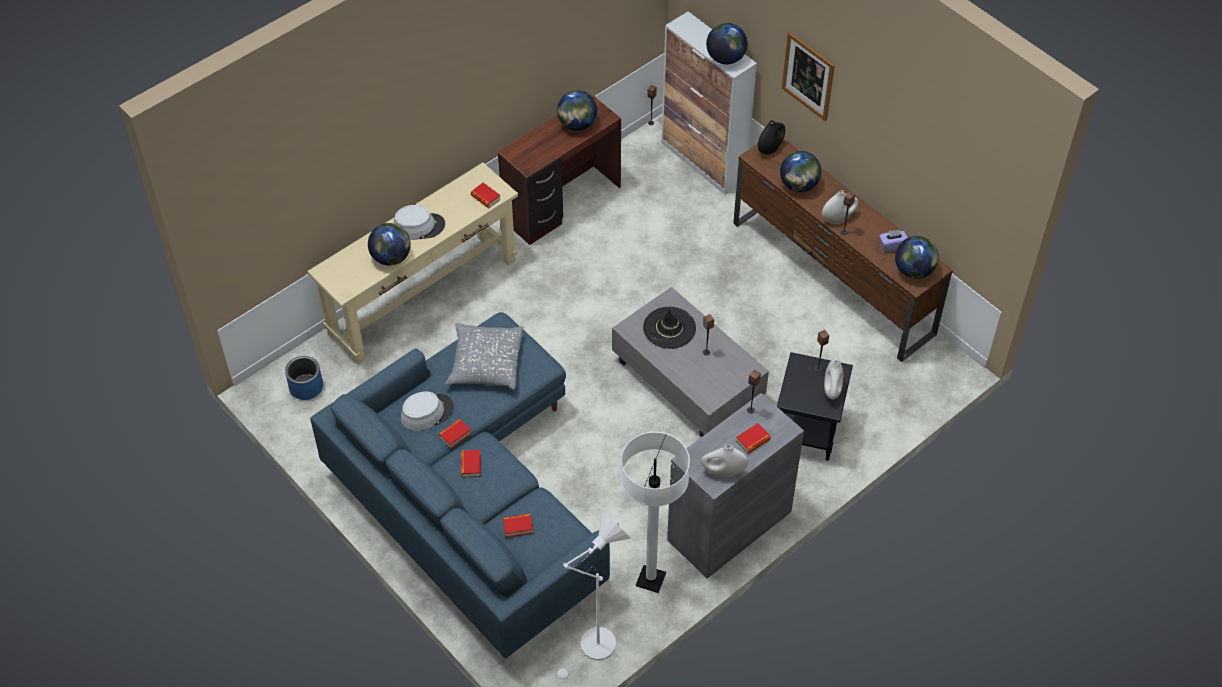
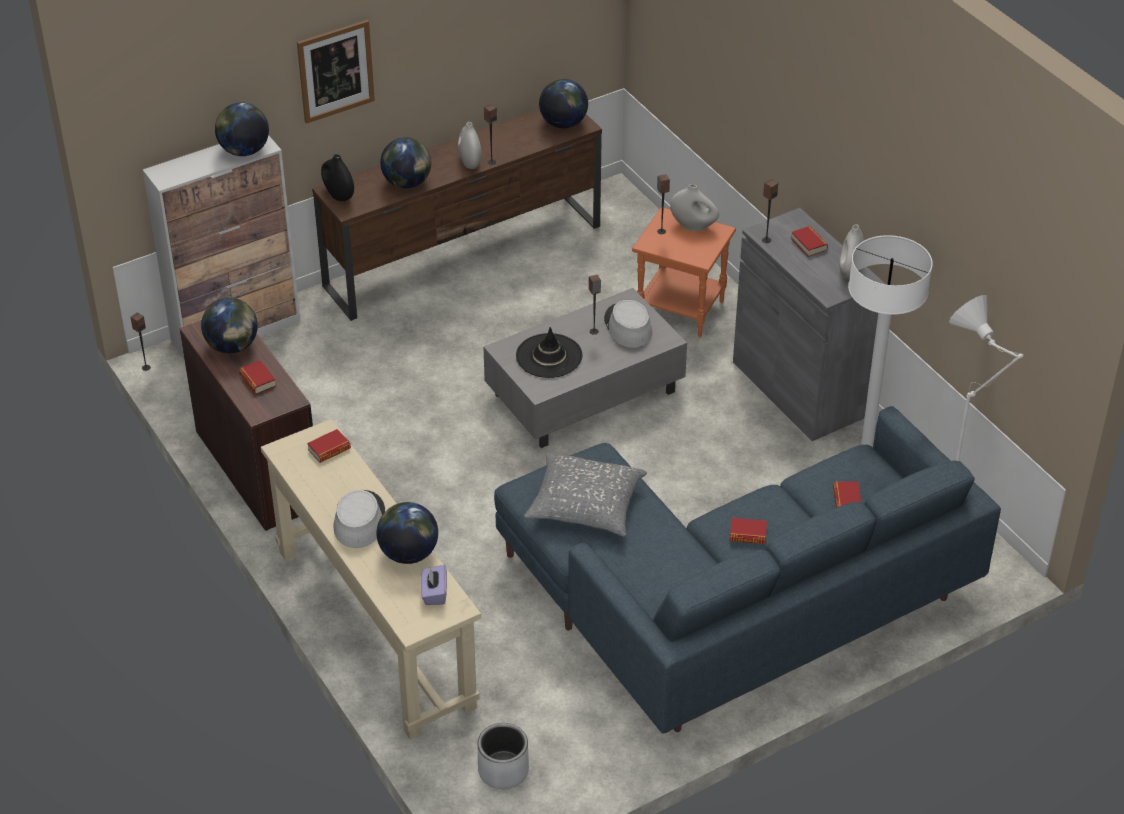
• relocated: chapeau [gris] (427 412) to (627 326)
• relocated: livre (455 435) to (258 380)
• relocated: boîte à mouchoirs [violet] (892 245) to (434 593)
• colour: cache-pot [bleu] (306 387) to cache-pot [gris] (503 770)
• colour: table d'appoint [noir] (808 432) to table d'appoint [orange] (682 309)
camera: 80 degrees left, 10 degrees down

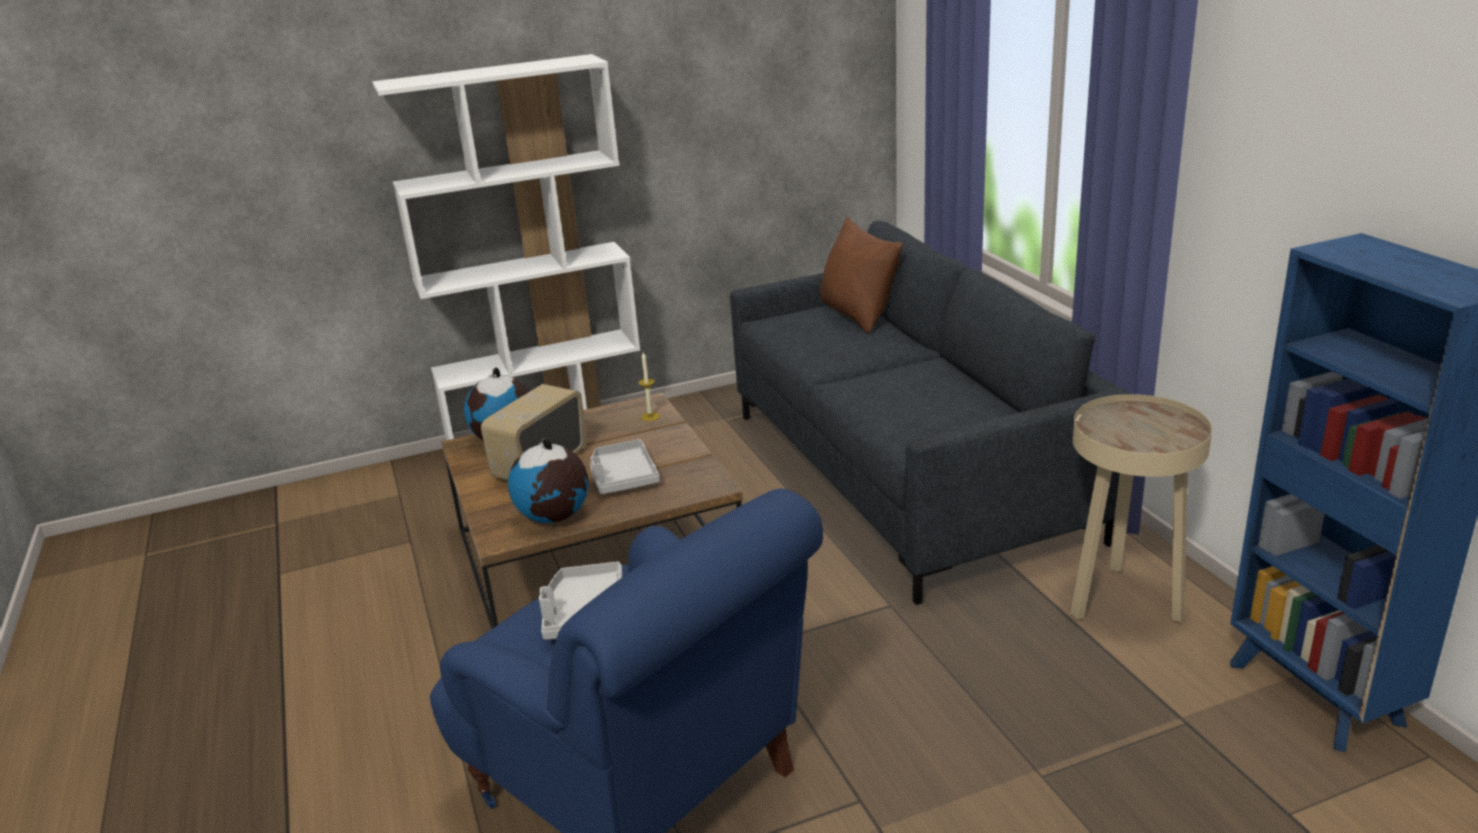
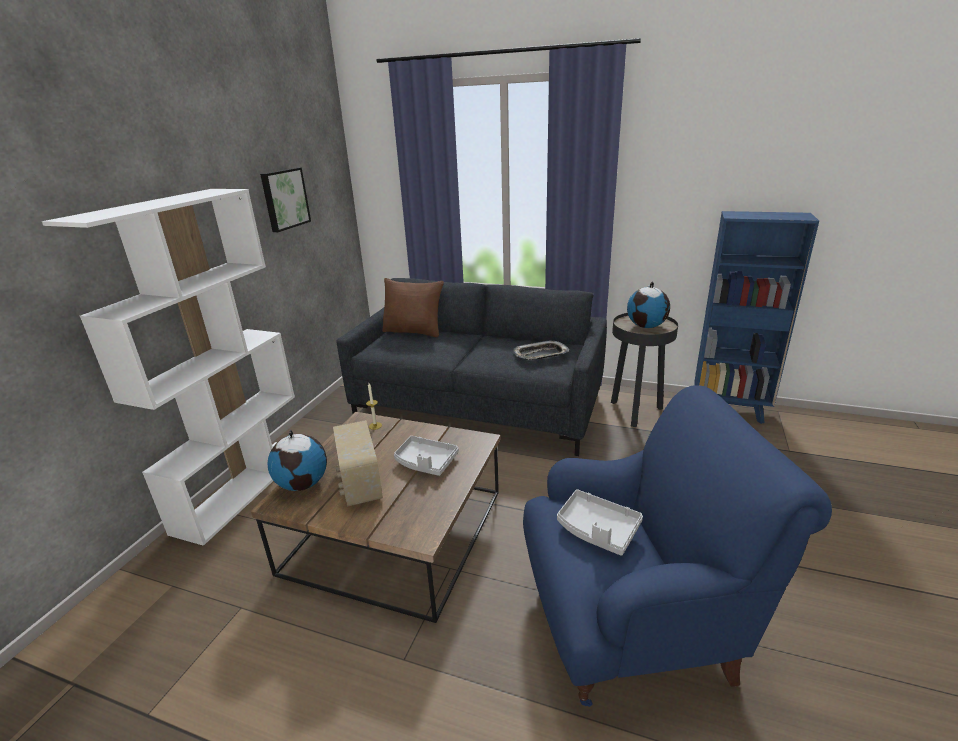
• appeared: tableau (284 199)
• appeared: plateau (540 355)
• relocated: globe (554 517) to (646 326)
• colour: table d'appoint [beige] (1123 602) to table d'appoint [noir] (635 412)
camera: 50 degrees left, 0 degrees up

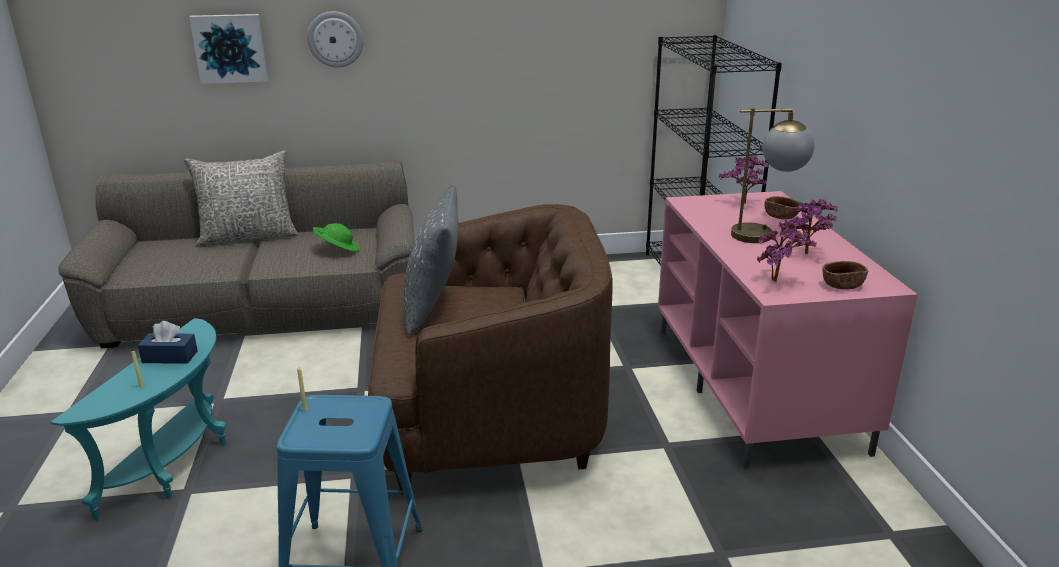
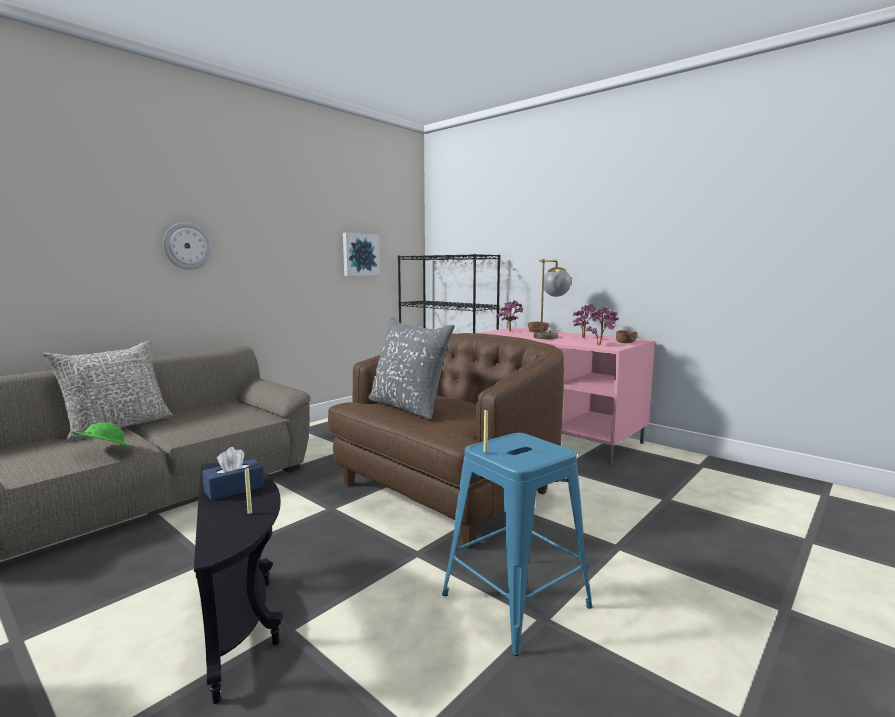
• relocated: tableau (230 48) to (360 254)
• relocated: chapeau [vert] (337 250) to (104 452)
• colour: table d'appoint [turquoise] (176 465) to table d'appoint [noir] (241 618)
camera: 40 degrees left, 15 degrees down

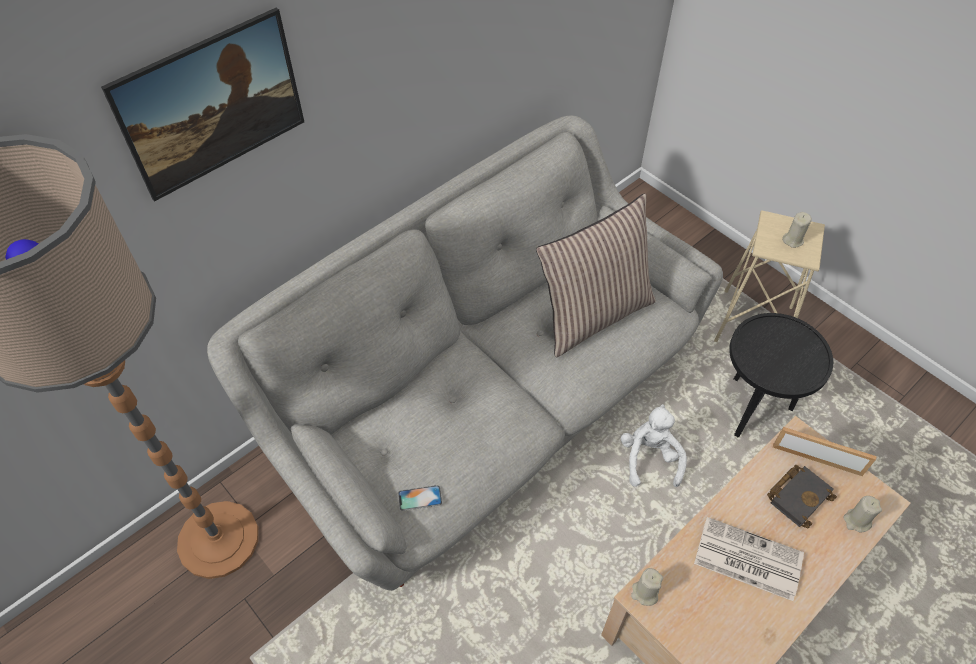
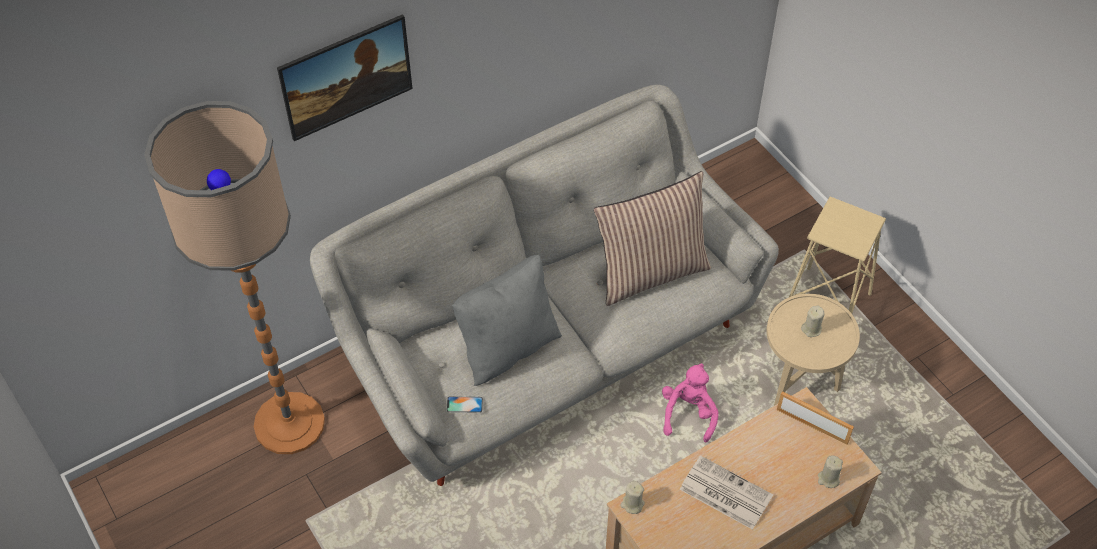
• missing: livre [noir] (798 495)
• appeared: coussin [gris] (507 347)
• relocated: bougie [beige] (793 240) to (811 329)
• colour: peluche [blanc] (649 458) to peluche [rose] (688 413)
• colour: table d'appoint [noir] (751 411) to table d'appoint [beige] (798 387)
camera: 10 degrees right, 0 degrees up

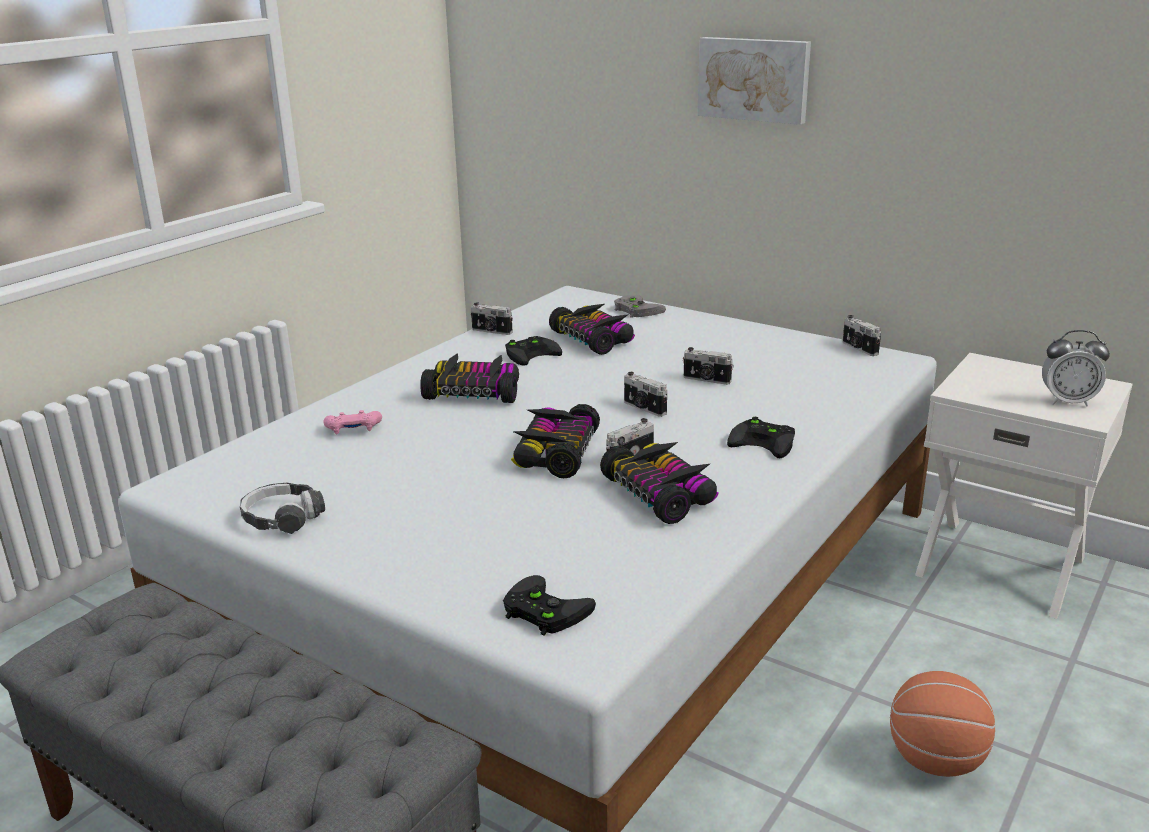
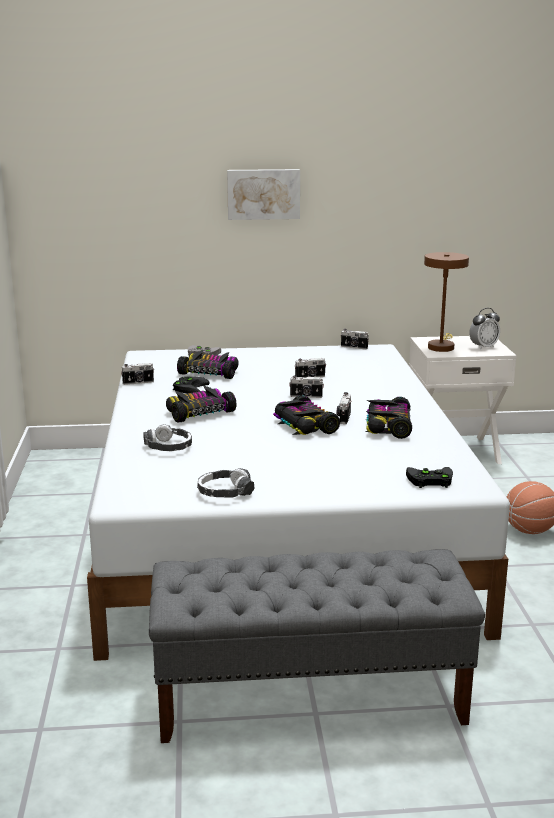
• missing: manette [noir] (766 442)
• appeared: lampe de table [marron] (441 346)
• exchanged: manette [rose] (353 429) to casque audio (168 447)
• spun: petite voiture (661 494) = (387 426) 105 degrees counterclockwise
camera: 40 degrees left, 5 degrees down

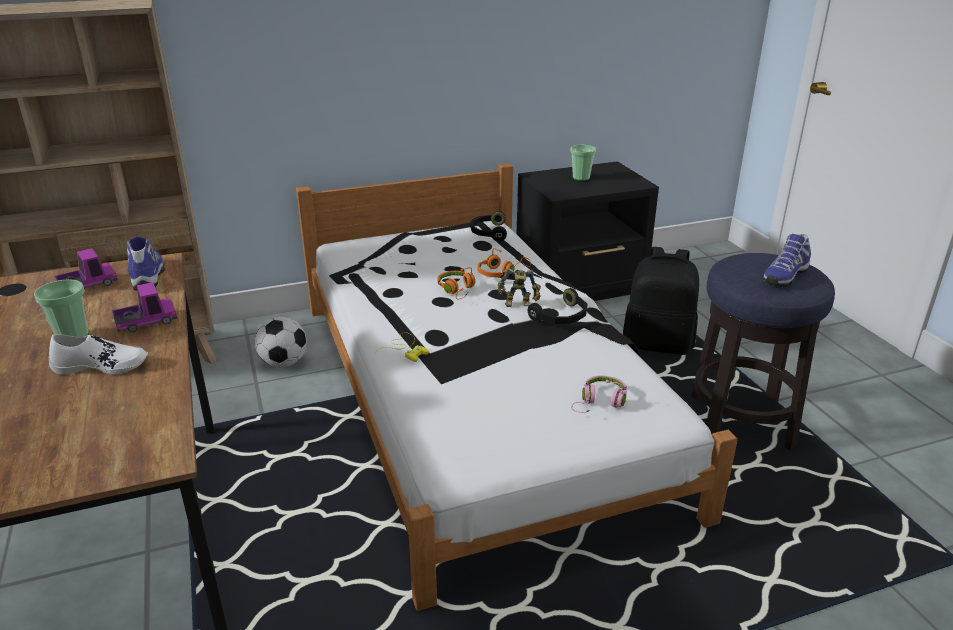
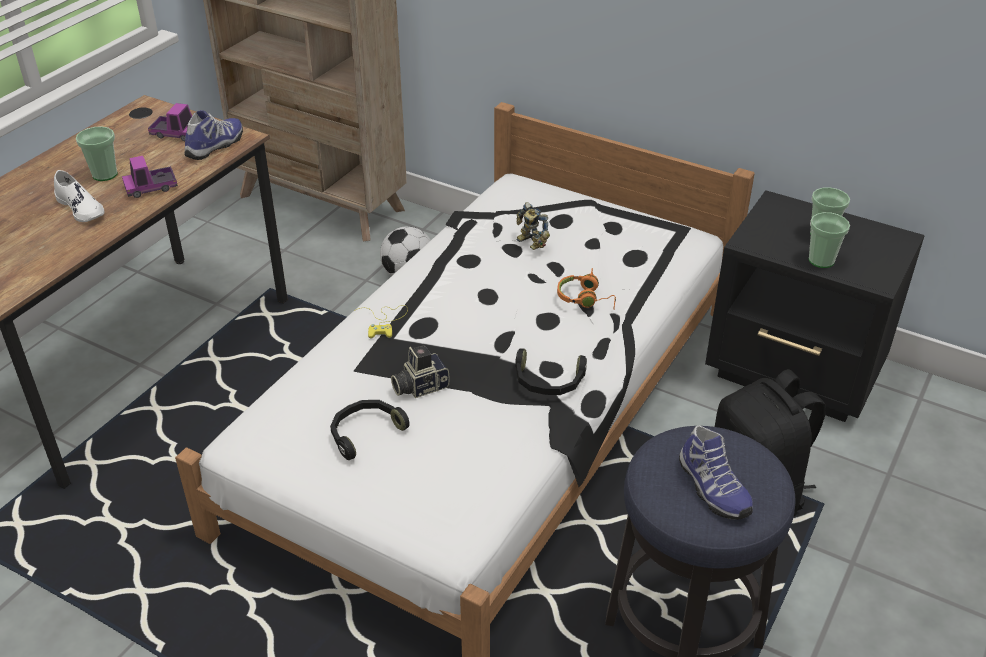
• missing: casque audio [orange] (457 290)
• missing: casque audio [rose] (600 402)
• appeared: appareil photo (419 386)
• appeared: tasse (821 260)
• relocated: casque audio [noir] (488 232) to (365 432)
• relocated: robot jouet (518 304) to (529 243)
• spun: camion jouet (146 322) = (151 188) 135 degrees clockwise
• spun: chaussure (784 276) = (711 488) 120 degrees counterclockwise
camera: 50 degrees right, 10 degrees up

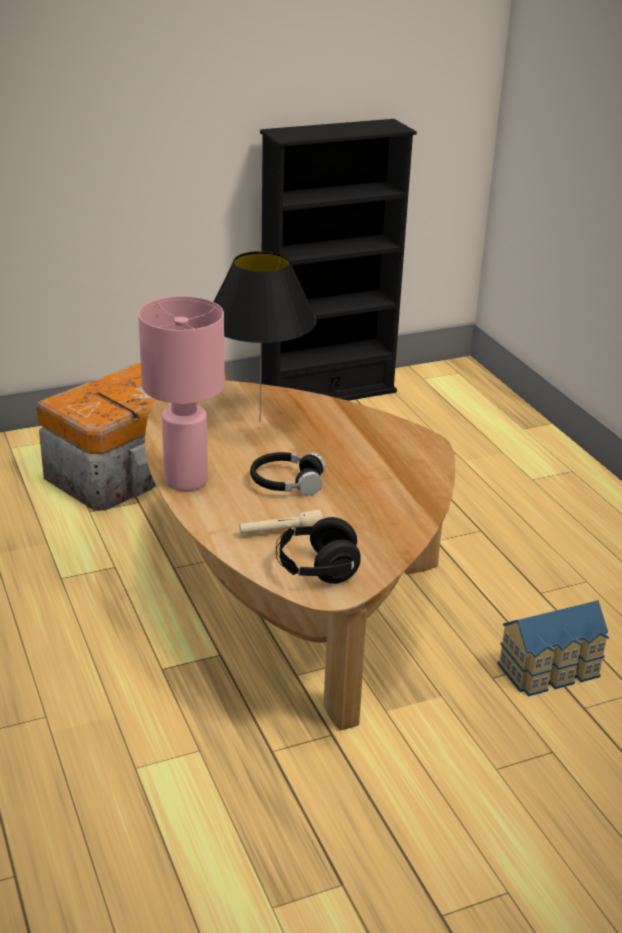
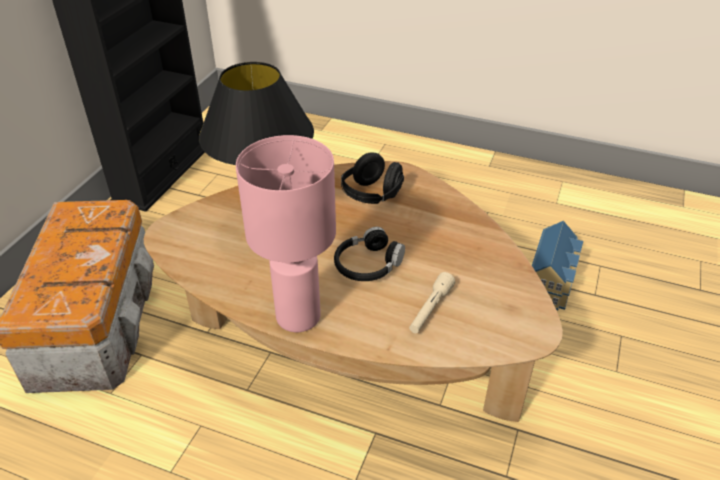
• relocated: casque audio [noir] (316 570) to (372 195)
camera: 45 degrees left, 10 degrees up

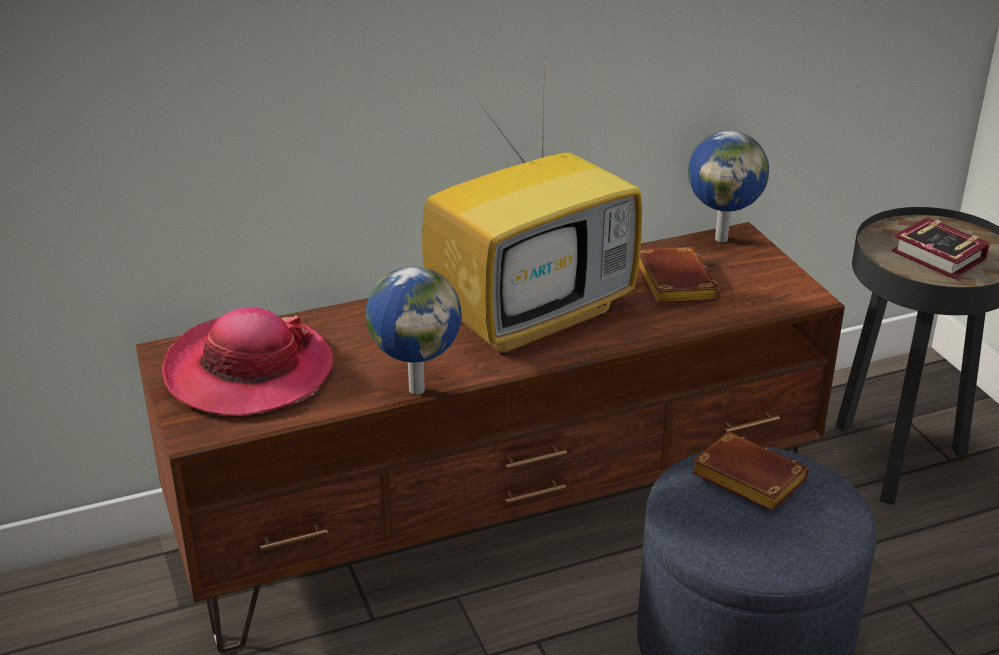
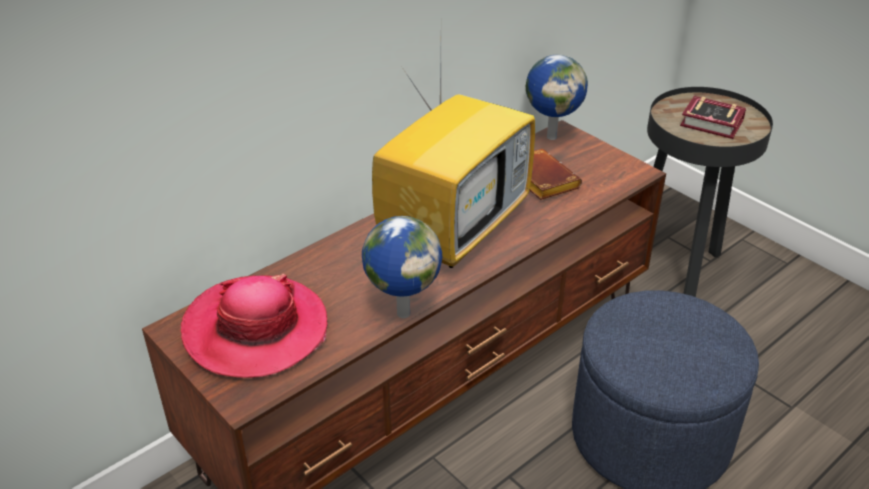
• missing: livre [marron] (744 479)
camera: 20 degrees left, 5 degrees up

